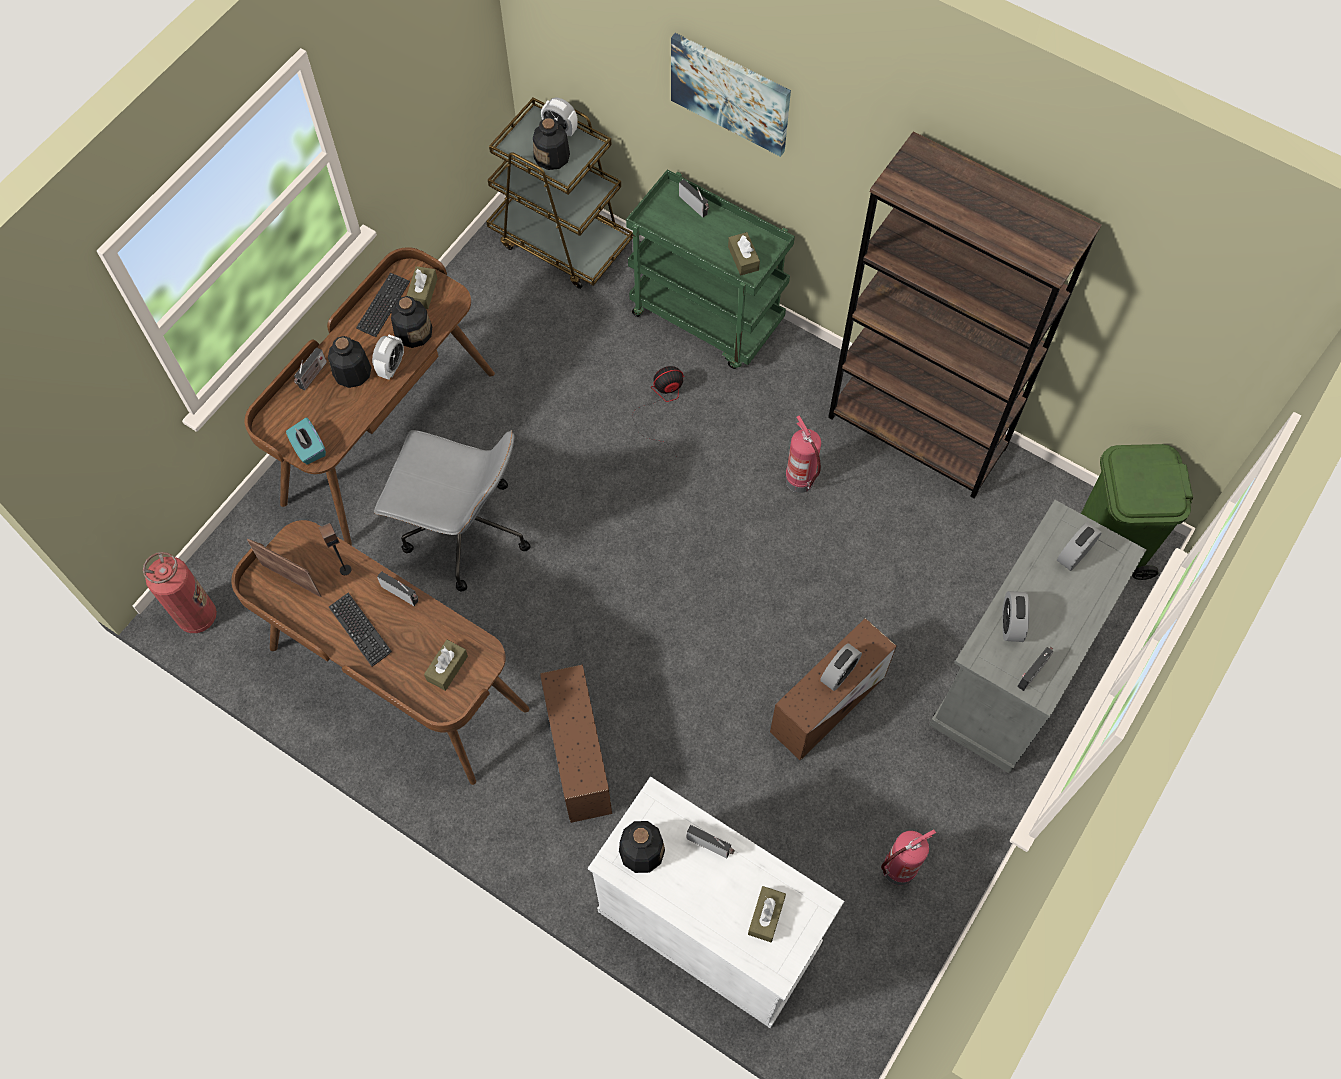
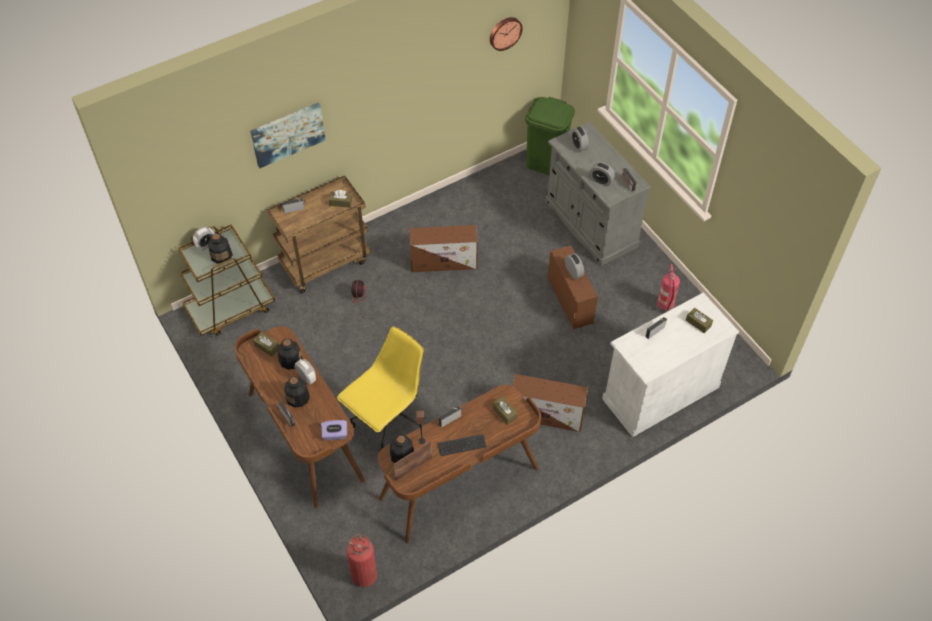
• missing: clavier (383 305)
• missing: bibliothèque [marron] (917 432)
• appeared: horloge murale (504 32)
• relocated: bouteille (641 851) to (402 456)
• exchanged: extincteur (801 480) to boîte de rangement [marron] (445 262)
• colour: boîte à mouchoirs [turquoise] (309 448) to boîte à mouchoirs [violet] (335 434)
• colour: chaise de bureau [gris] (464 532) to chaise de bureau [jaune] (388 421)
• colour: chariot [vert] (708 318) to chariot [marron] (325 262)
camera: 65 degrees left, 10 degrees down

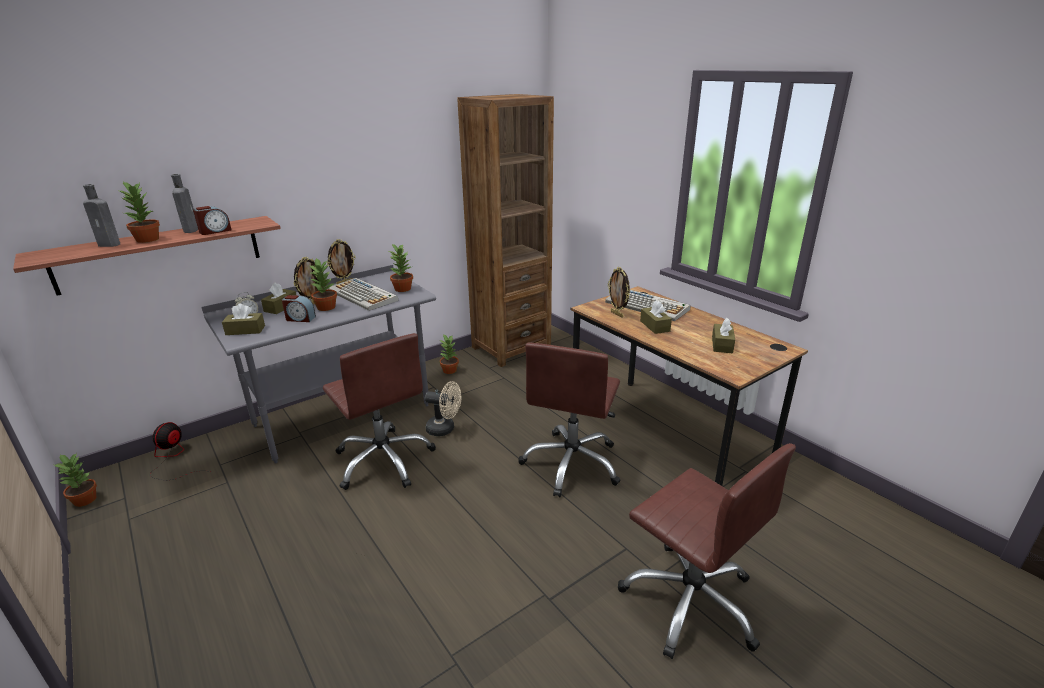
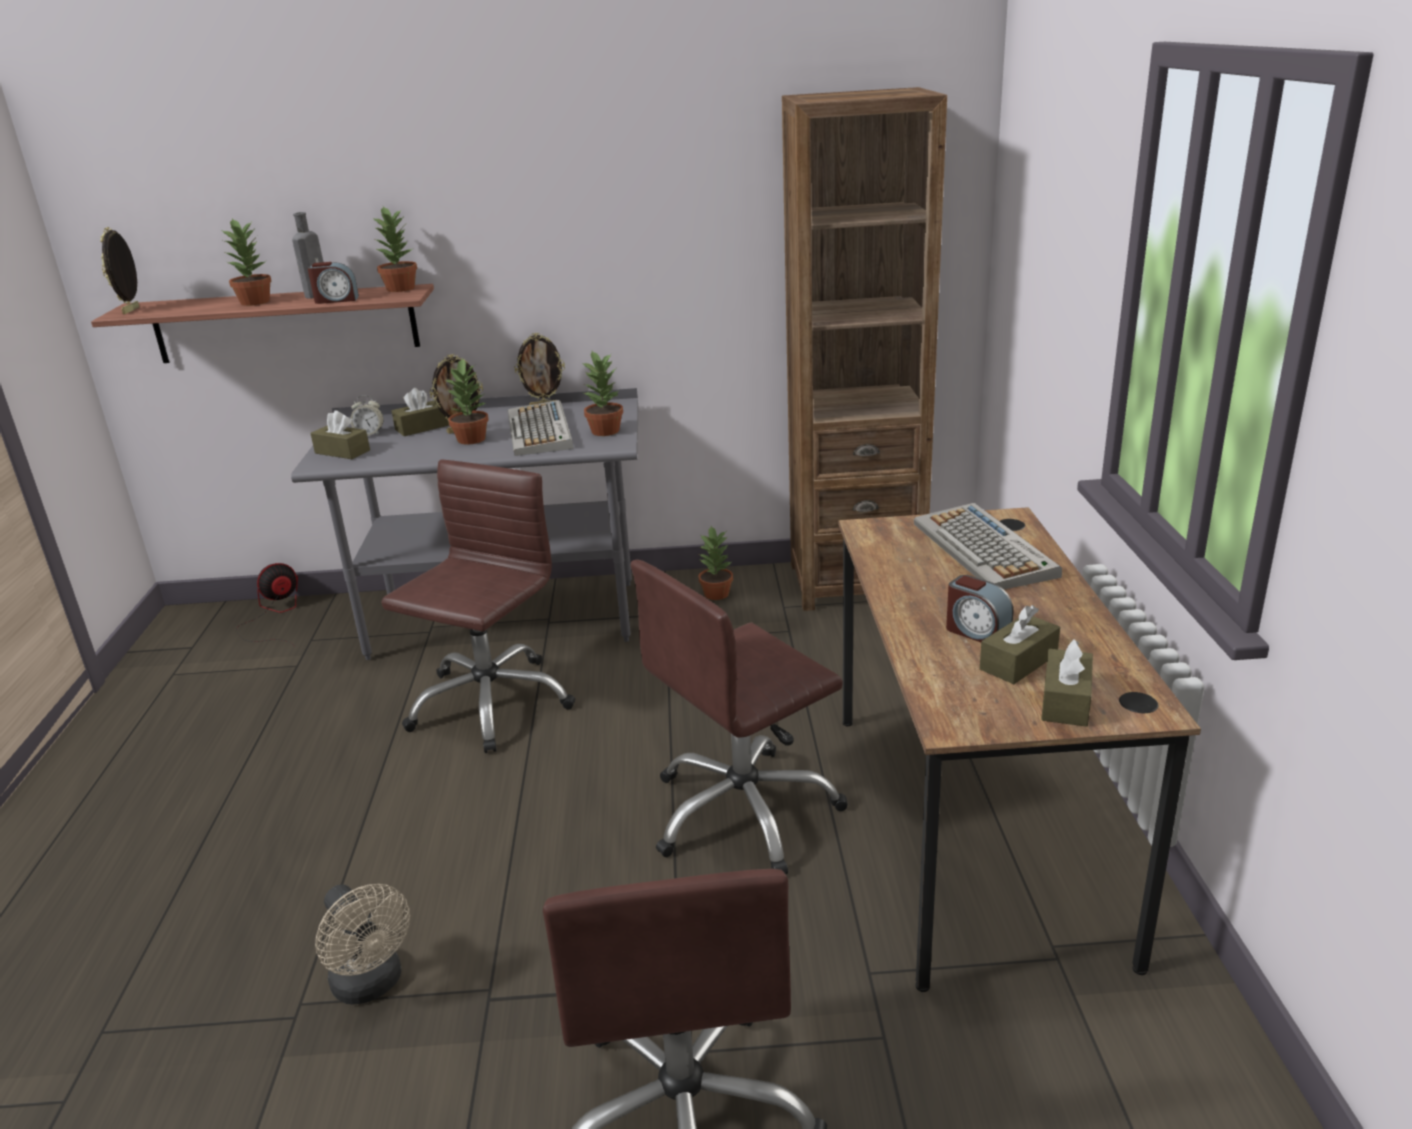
• missing: bouteille [gris] (110 244)
• relocated: plante en pot (85 499) to (401 288)
• relocated: réveil (300 318) to (977 632)
• relocated: ventilateur [beige] (445 429) to (372 985)
• relocated: cadre photo (617 314) to (132 310)
• relocated: boîte à mouchoirs [marron] (654 326) to (1065 701)
• spun: chaise de bureau [marron] (384 460) = (490 703) 150 degrees counterclockwise
camera: 35 degrees right, 0 degrees up

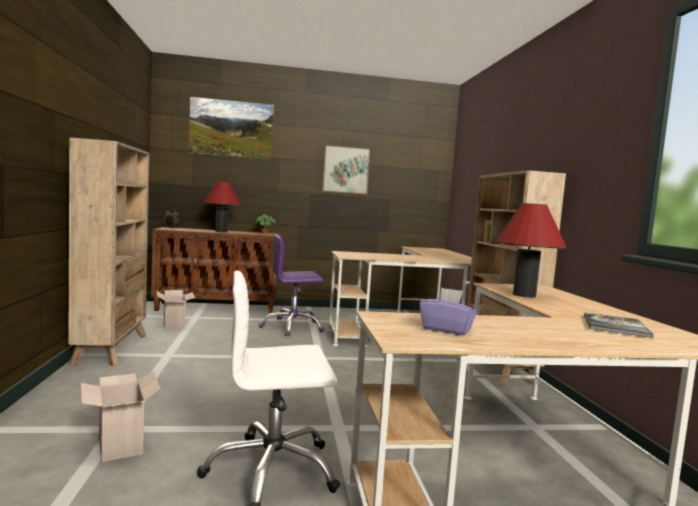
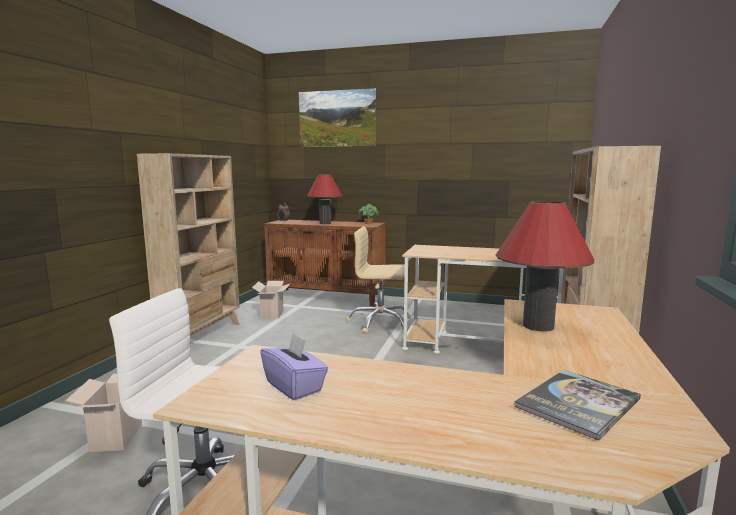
• missing: tableau (345 170)
• colour: chaise de bureau [violet] (292 327) to chaise de bureau [beige] (380 323)
camera: 25 degrees right, 5 degrees up

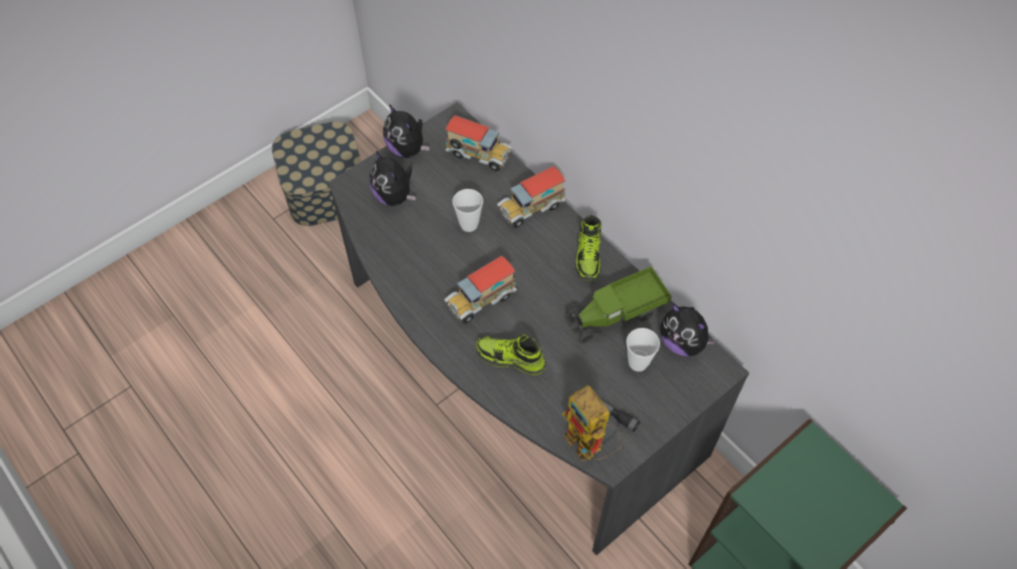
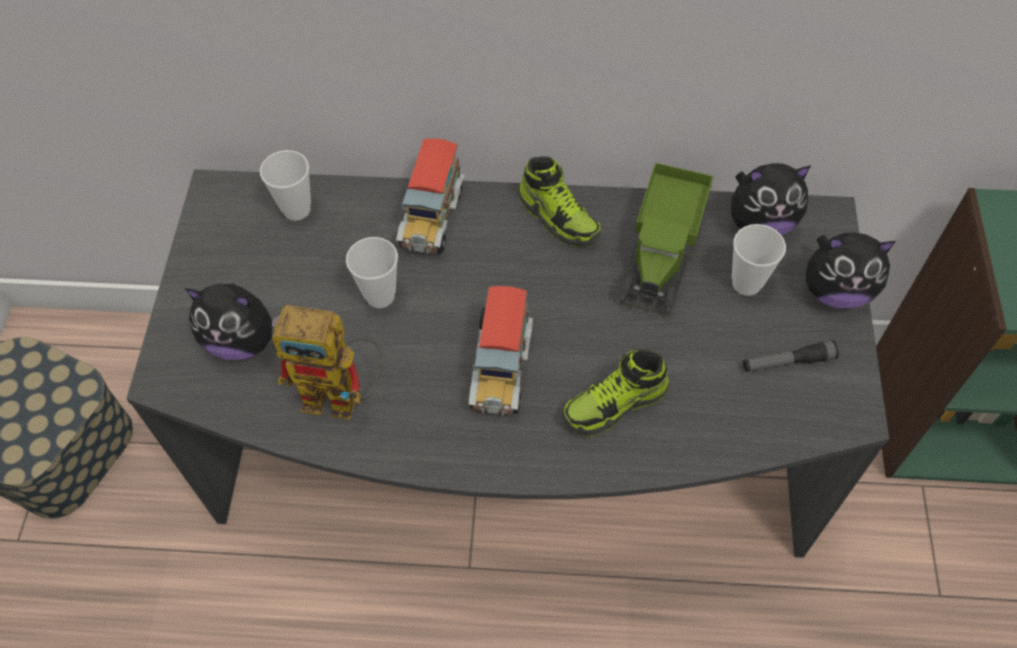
• relocated: peluche (407 149) to (835 291)
• relocated: robot jouet (590 447) to (344 396)
• exchanged: camion jouet (478 156) to tasse (296 209)
camera: 45 degrees left, 0 degrees up

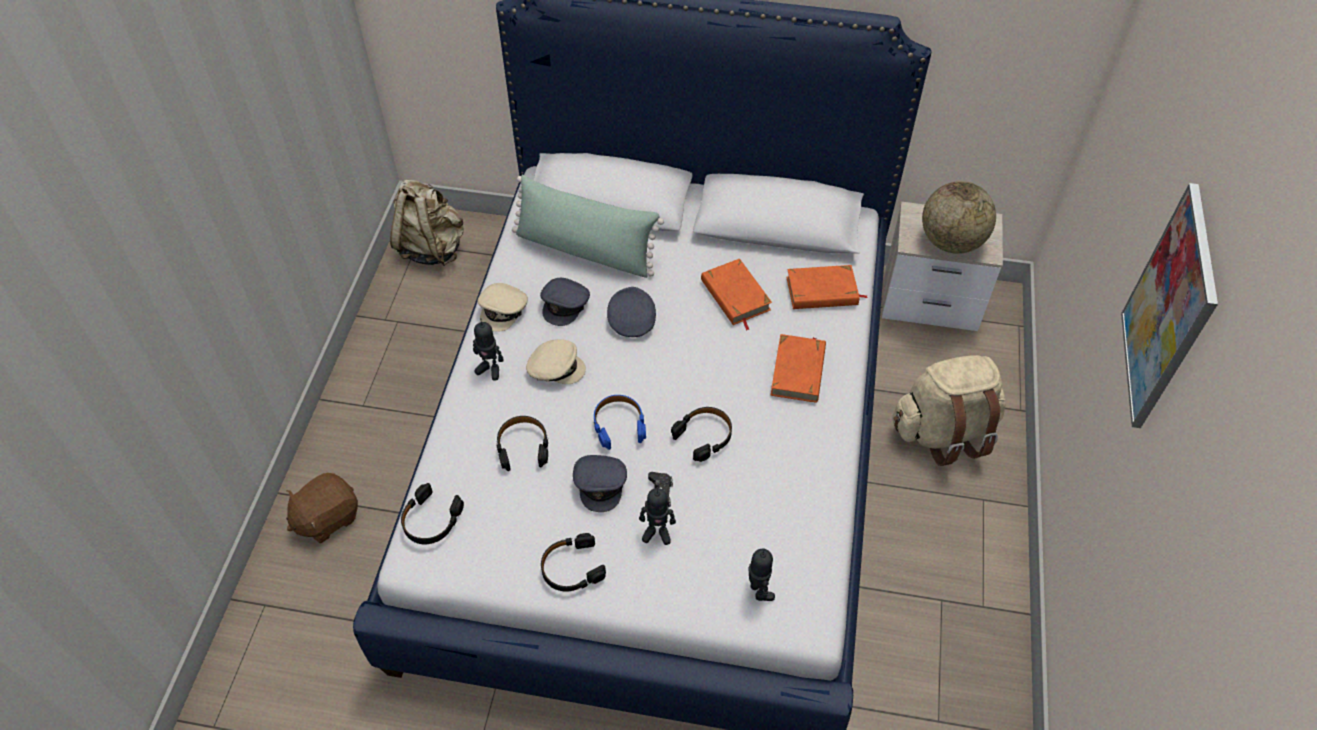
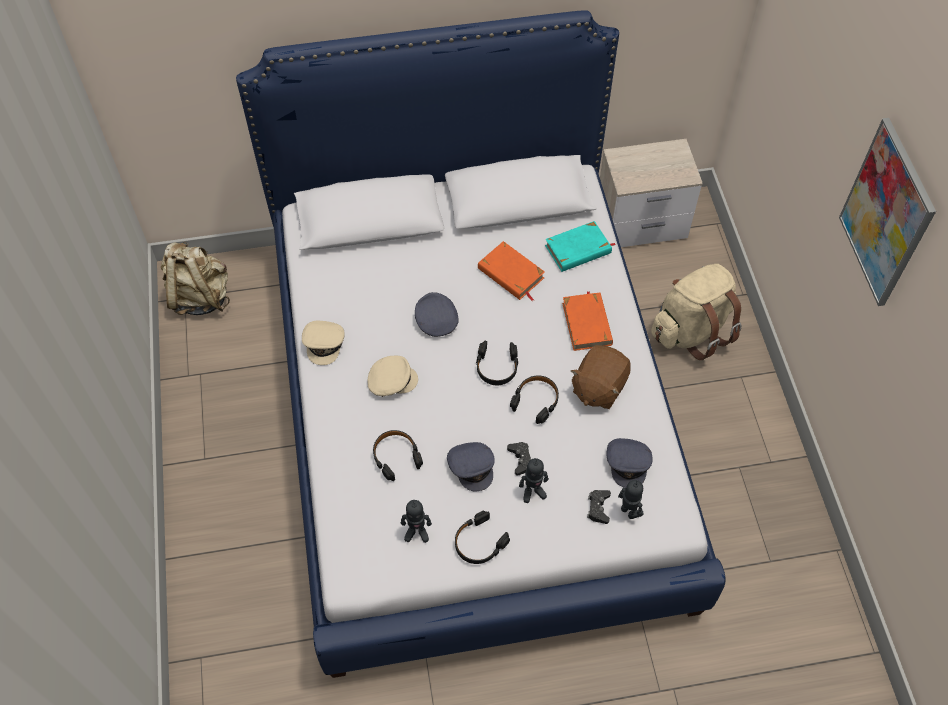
• missing: coussin [vert] (585 250)
• missing: casque audio [bleu] (619 425)
• missing: globe (951 242)
• appeared: manette [noir] (598 508)
• relocated: peluche [marron] (327 518) to (598 387)
• relocated: casque audio [noir] (431 520) to (496 367)
• relocated: robot jouet (490 369) to (417 532)
• relocated: casquette [gris] (565 304) to (628 463)
• colour: livre [orange] (822 291) to livre [turquoise] (578 250)
camera: 20 degrees left, 5 degrees up

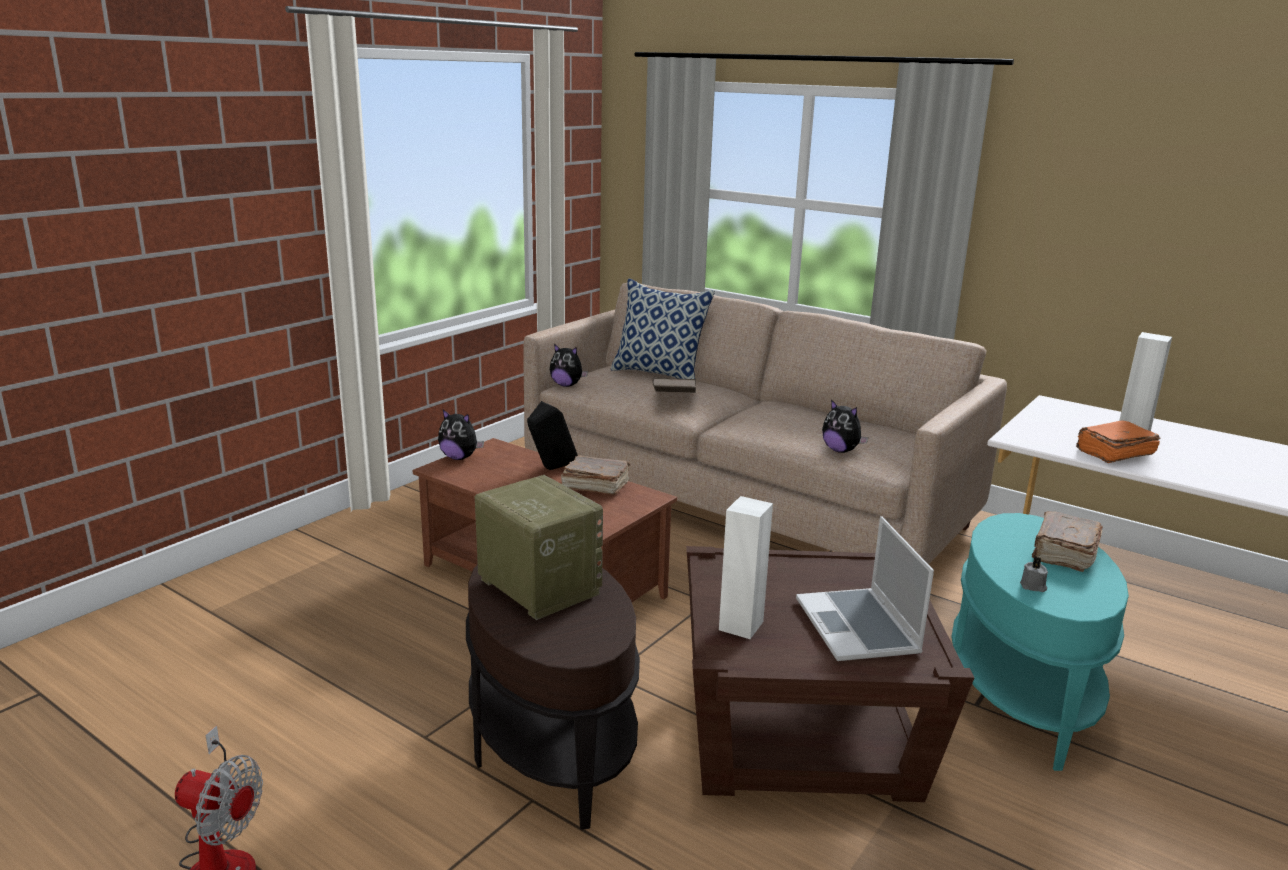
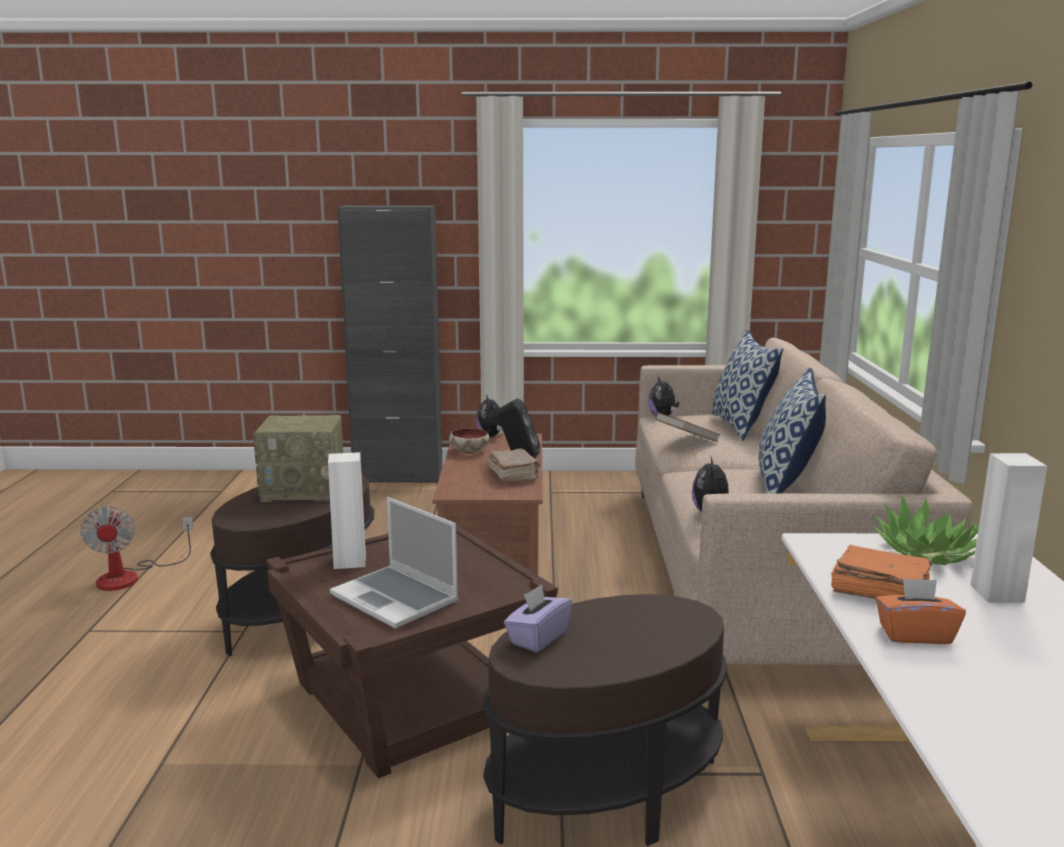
• missing: livre [marron] (1063 553)
• appeared: meuble de rangement [noir] (398 477)
• appeared: bol (468 451)
• appeared: coussin (786 485)
• appeared: plante en pot (928 553)
• appeared: boîte à mouchoirs [orange] (915 635)
• exchanged: bougie [gris] (1033 586) to boîte à mouchoirs [violet] (538 637)
• colour: table d'appoint [turquoise] (1019 697) to table d'appoint [marron] (606 795)
• spun: radio (537 586) = (305 491) 75 degrees clockwise
• spun: ordinateur portable (859 628) = (397 599) 90 degrees counterclockwise
camera: 55 degrees right, 5 degrees down

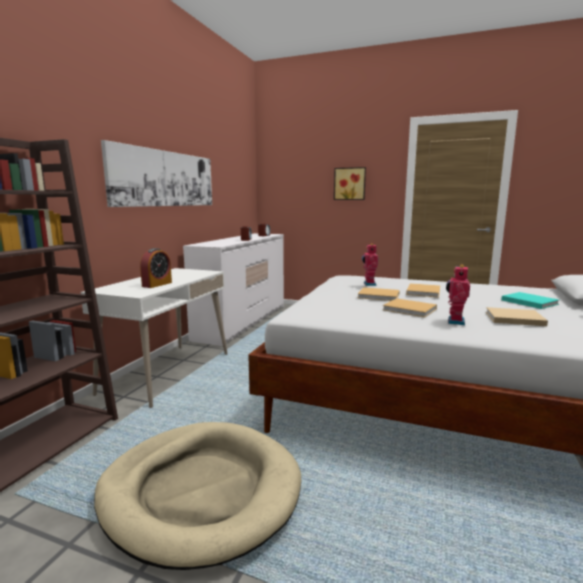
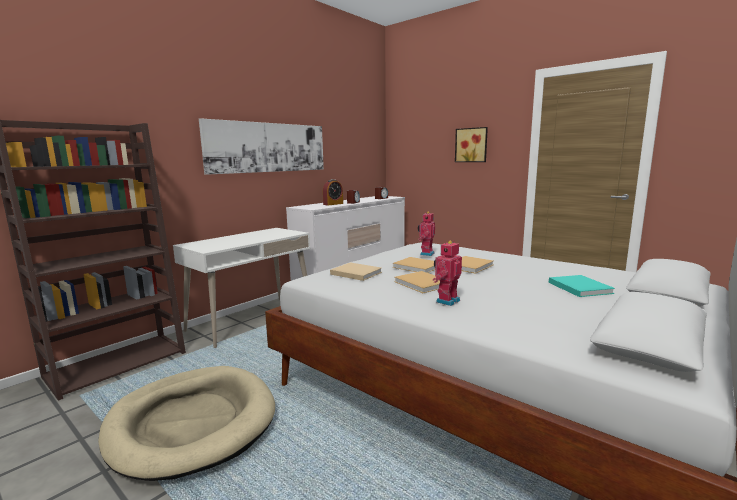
• relocated: réveil (157 284) to (333 204)
• relocated: livre [beige] (512 318) to (355 273)
camera: 20 degrees right, 0 degrees up

